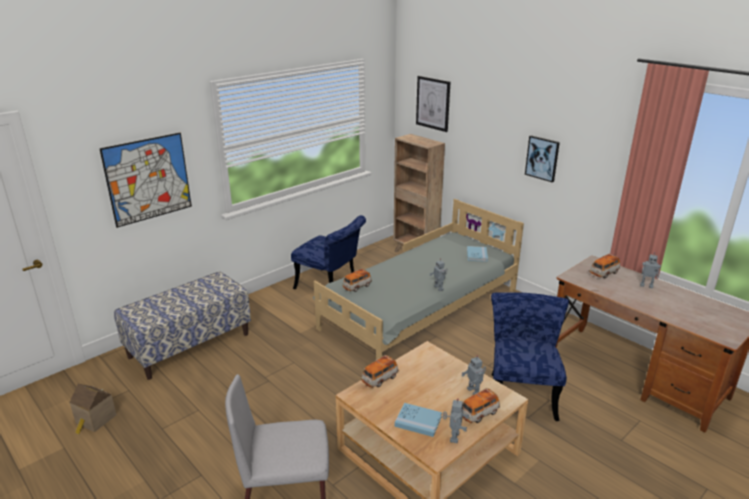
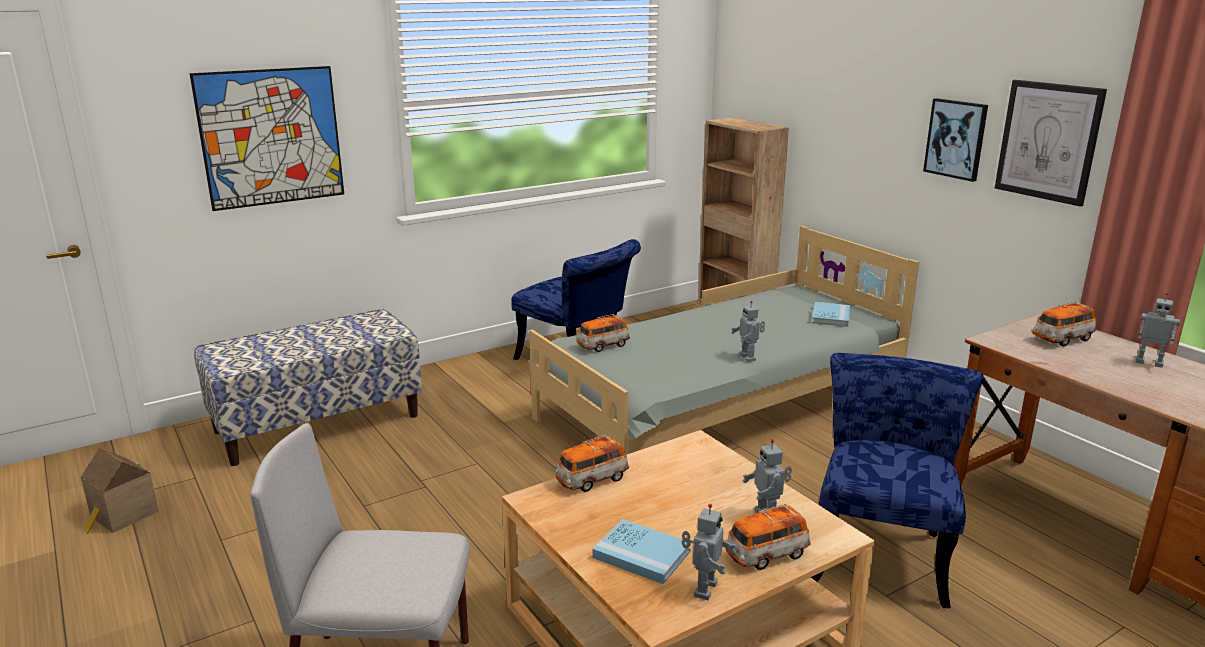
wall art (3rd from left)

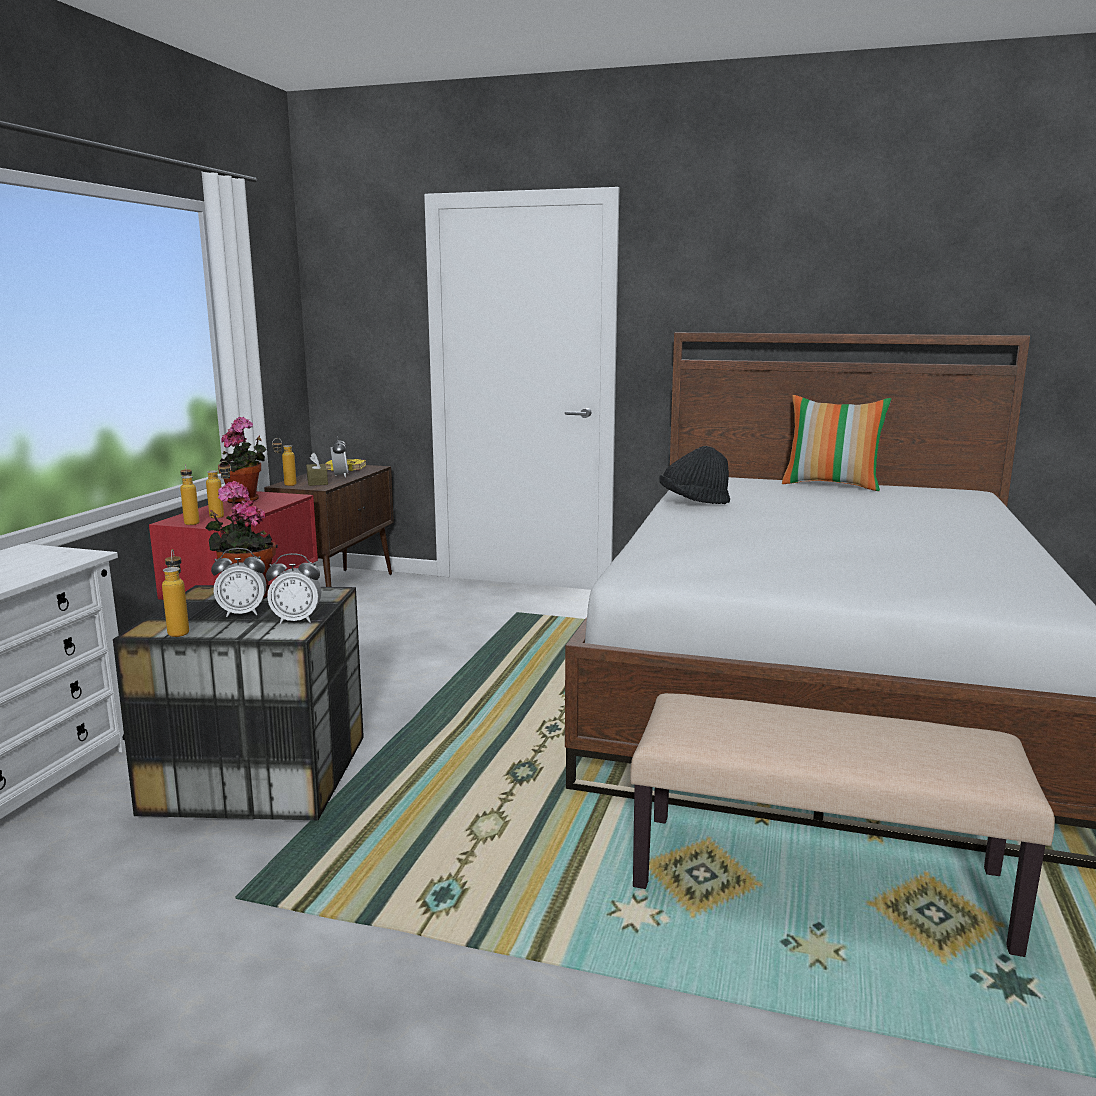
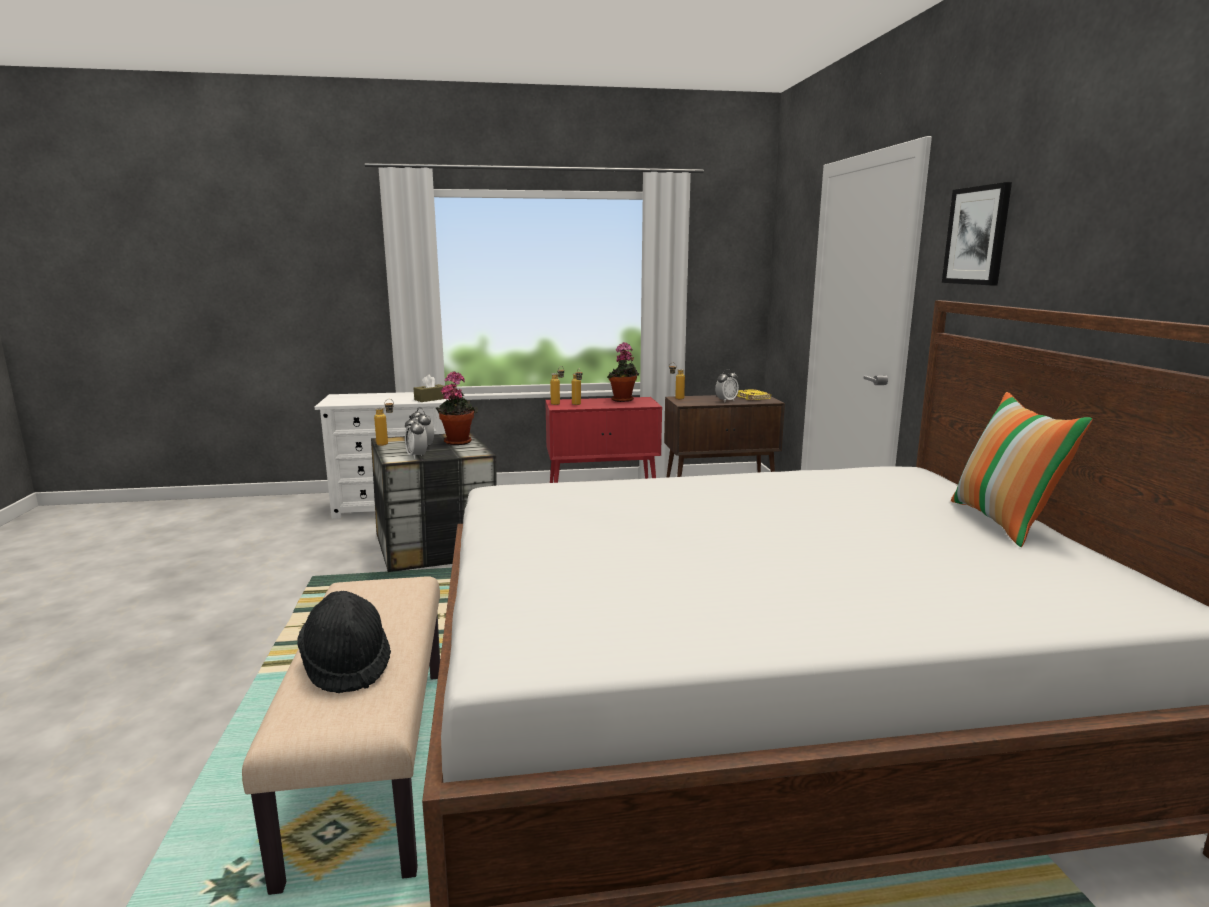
wearable hat (black-coloured); tissue holder (brown); wall art

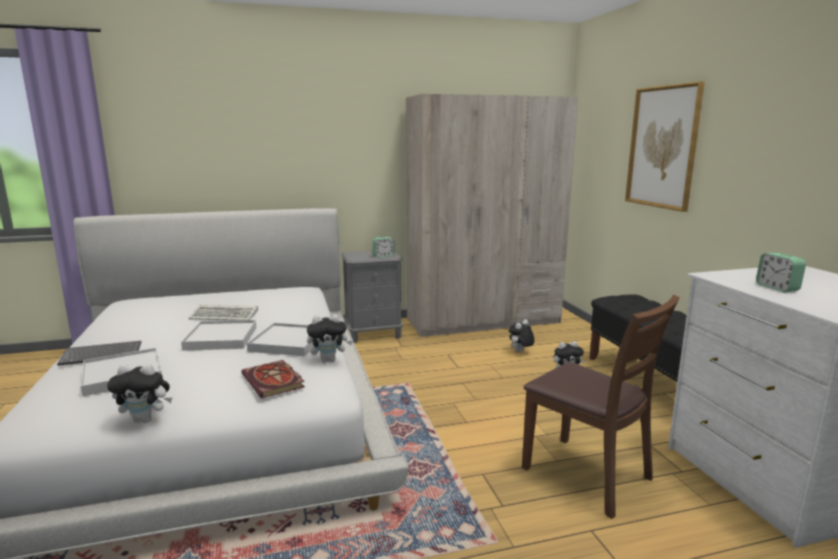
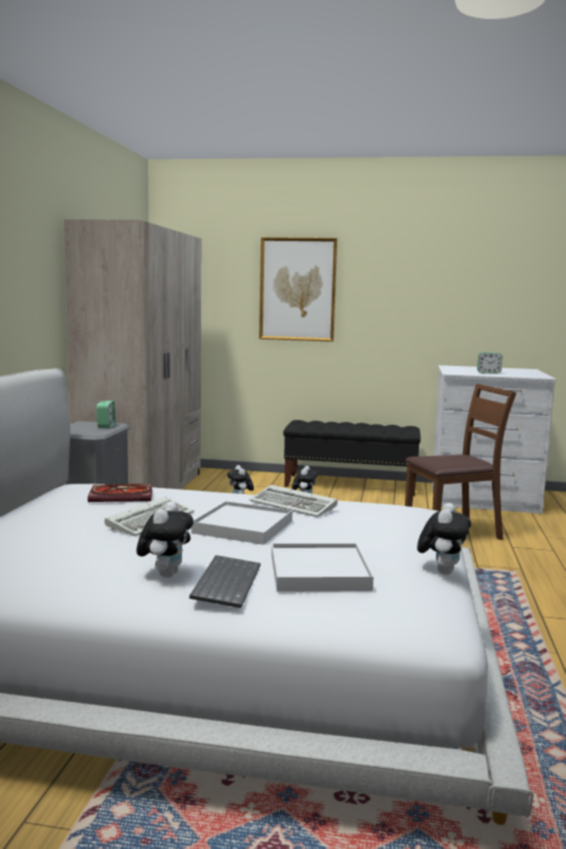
plush toy (1st from left); PC keyboard (3rd from left); bound book

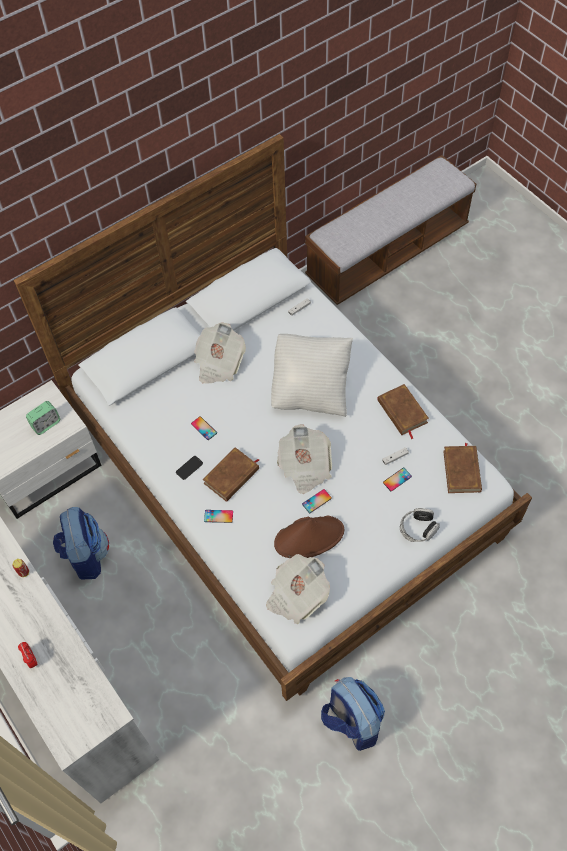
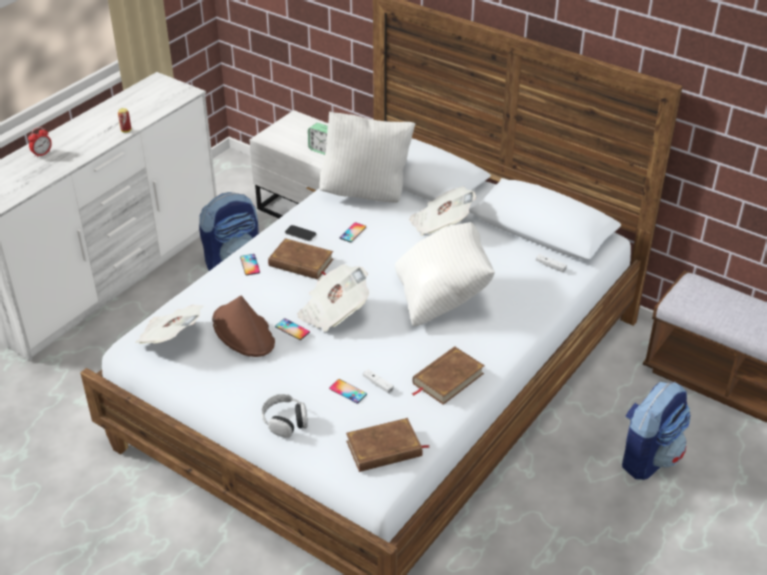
backpack (2nd from left); cushion (white-coloured) (1st from left)

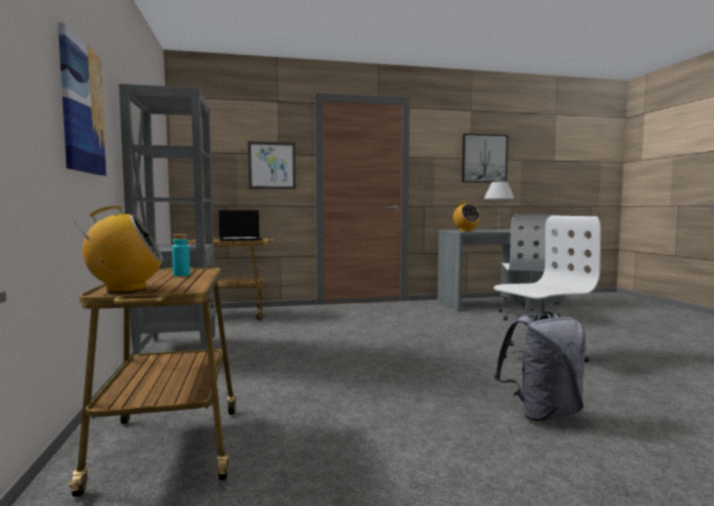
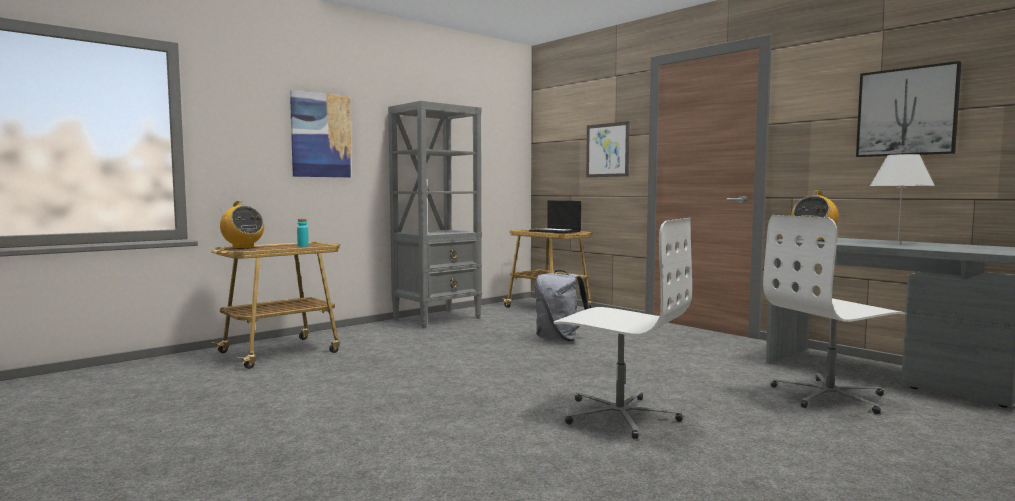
backpack (grey)

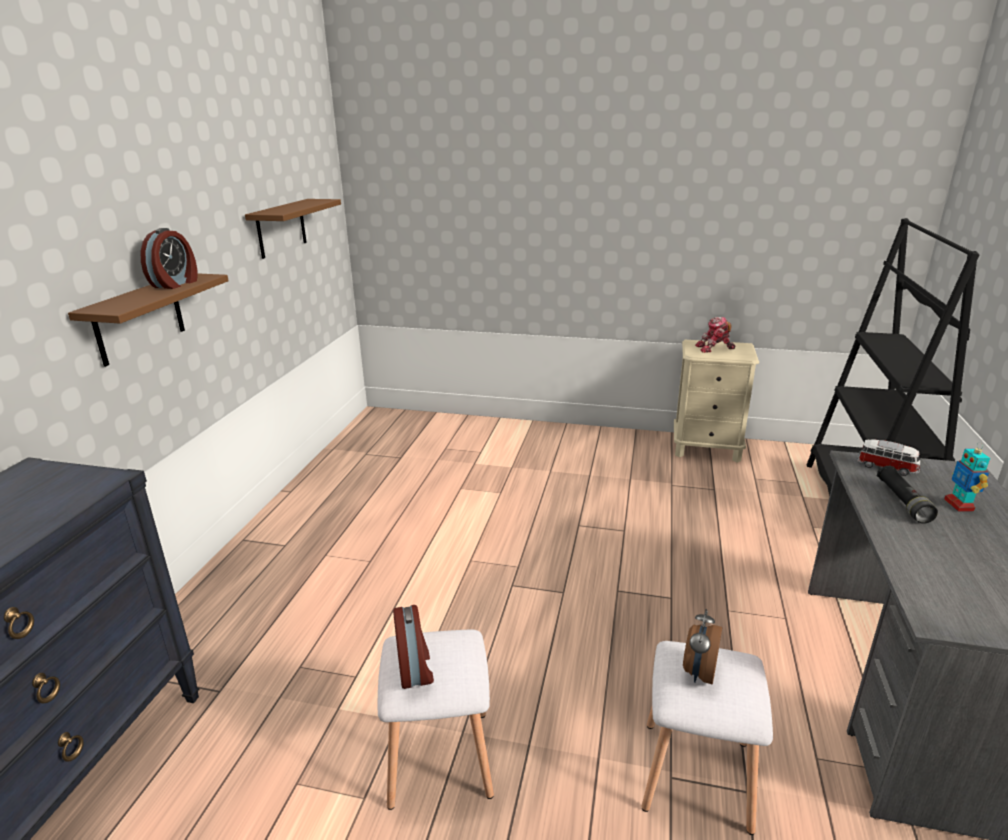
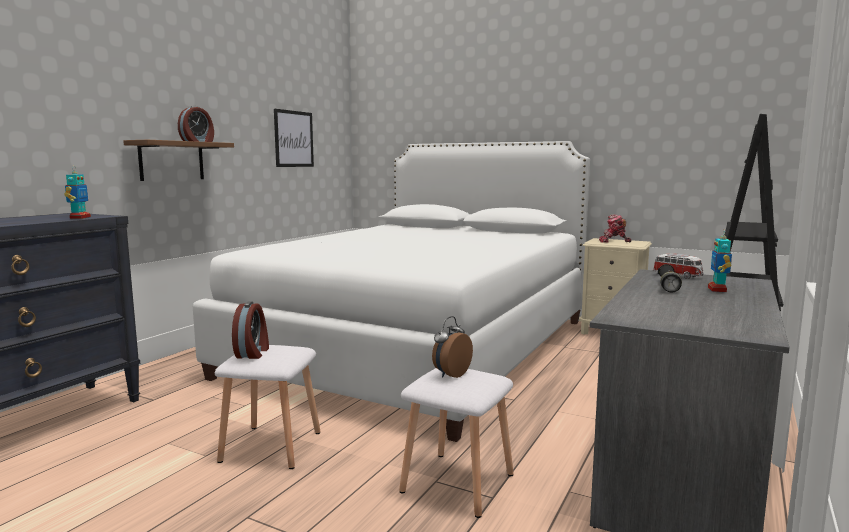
wall art; bed (white-coloured); model robot (1st from left)

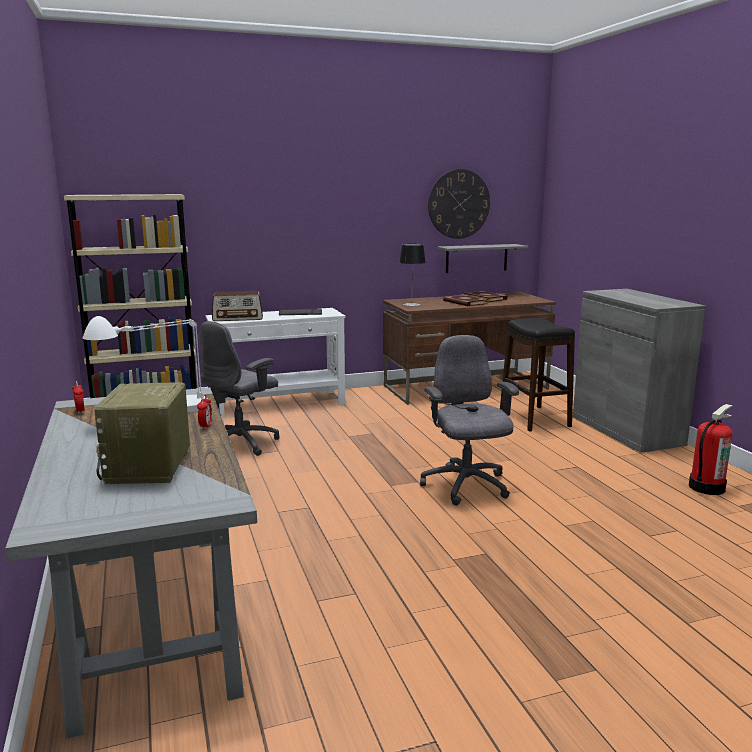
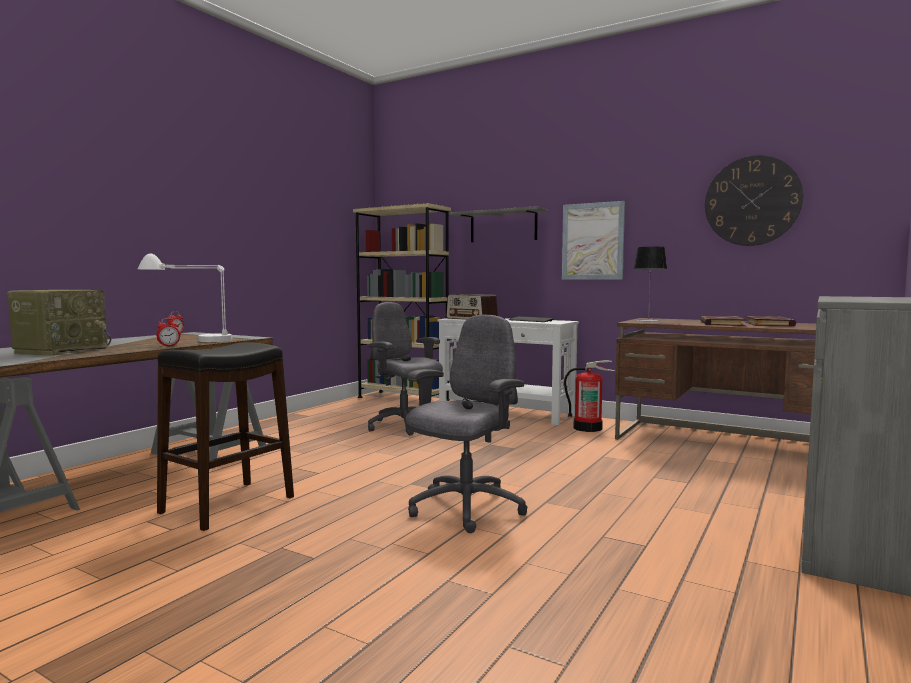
shelf (grey); sitting stool (black-coloured); computer chair (grey) (1st from left); radio set (1st from left); fire-fighting cylinder; wall art

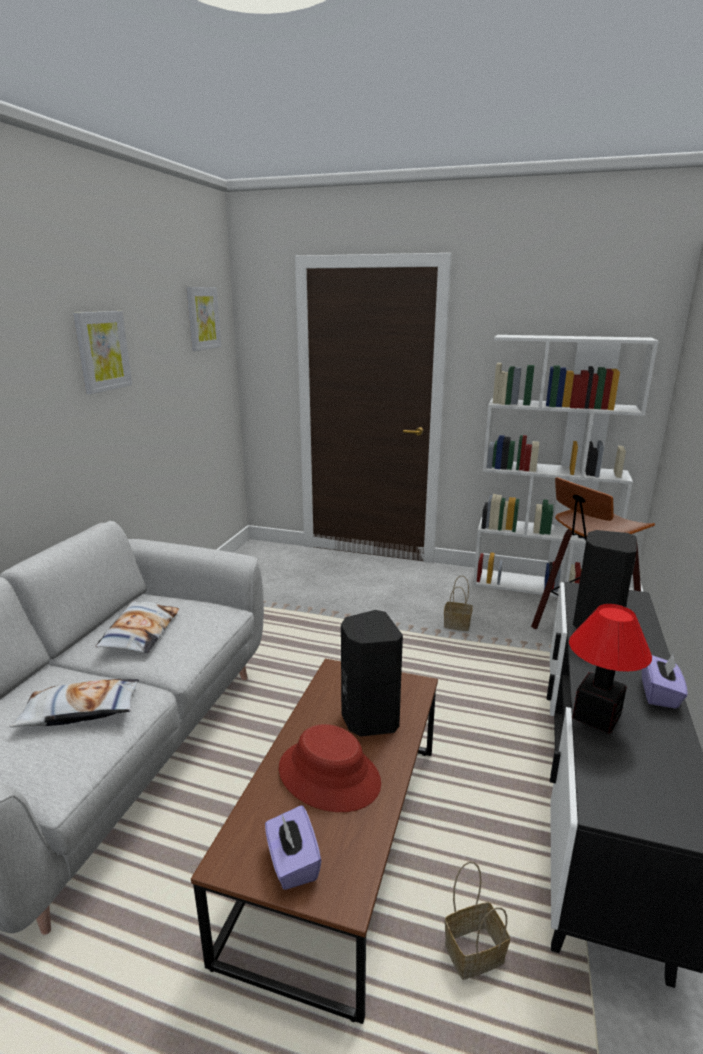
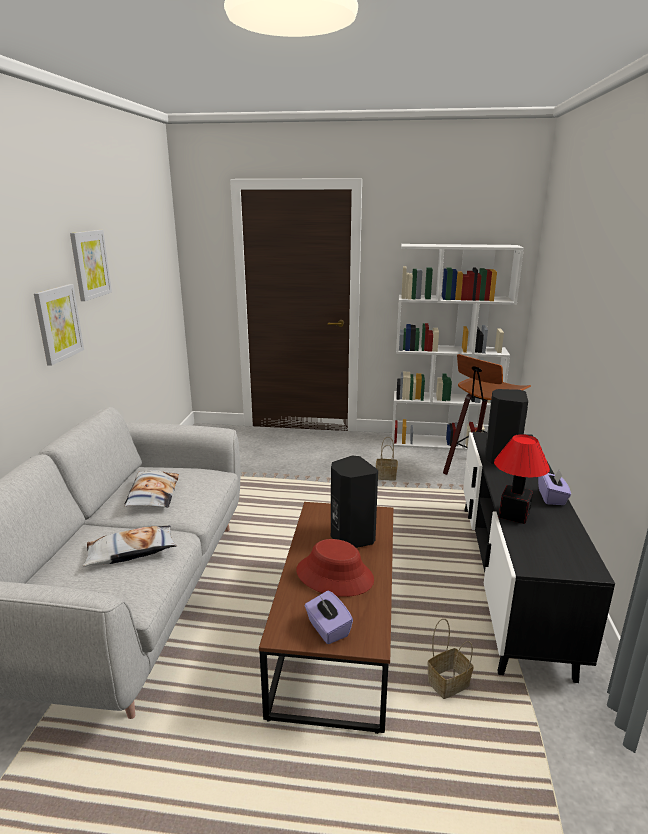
wall art (1st from left)

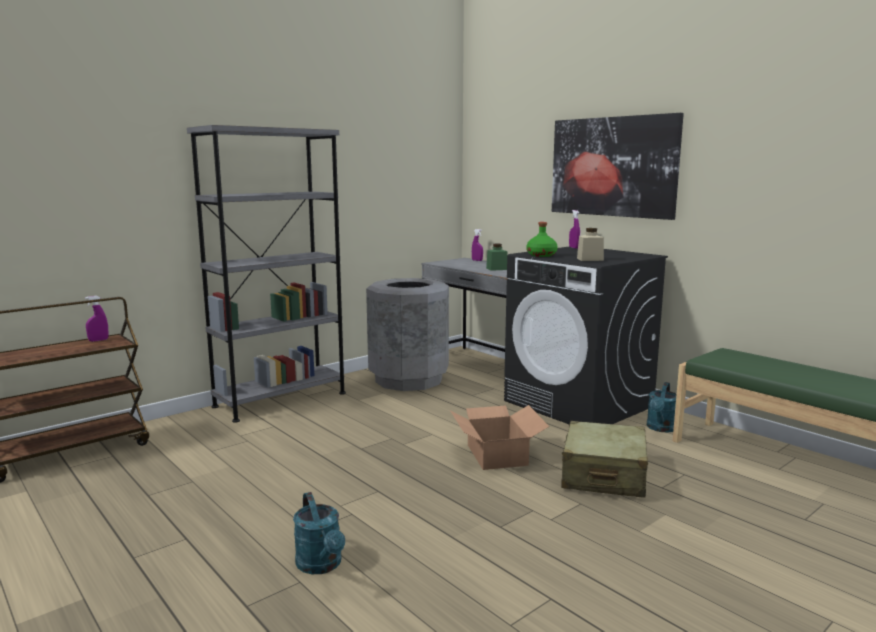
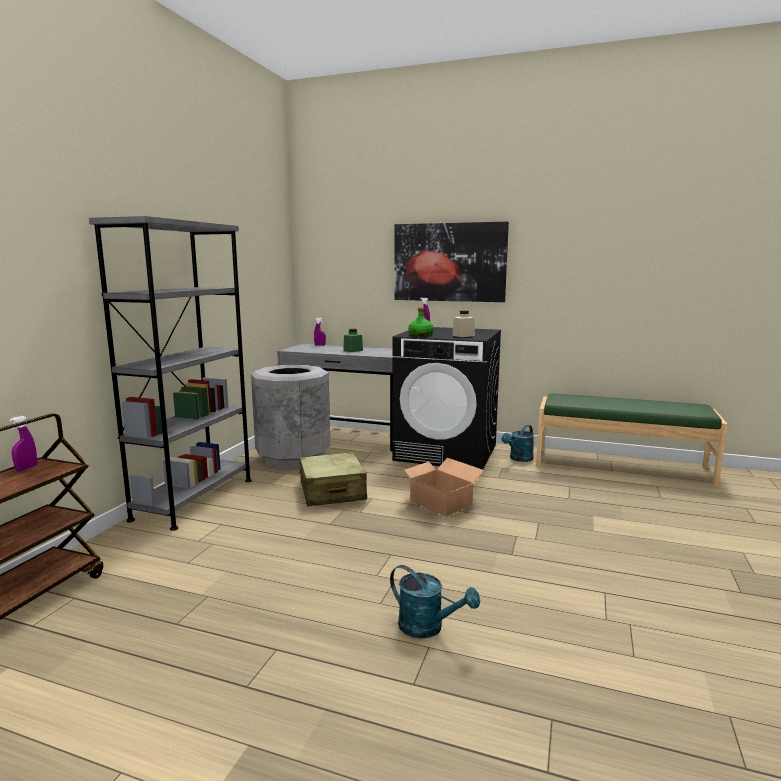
watering pot (blue-green) (2nd from left); travel case (beige-coloured)

